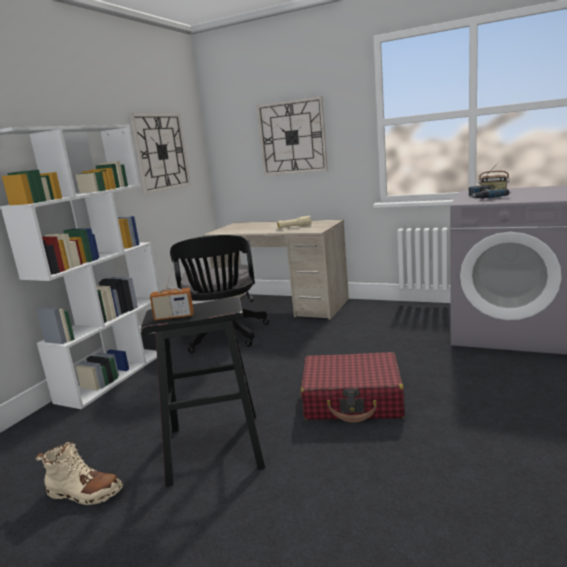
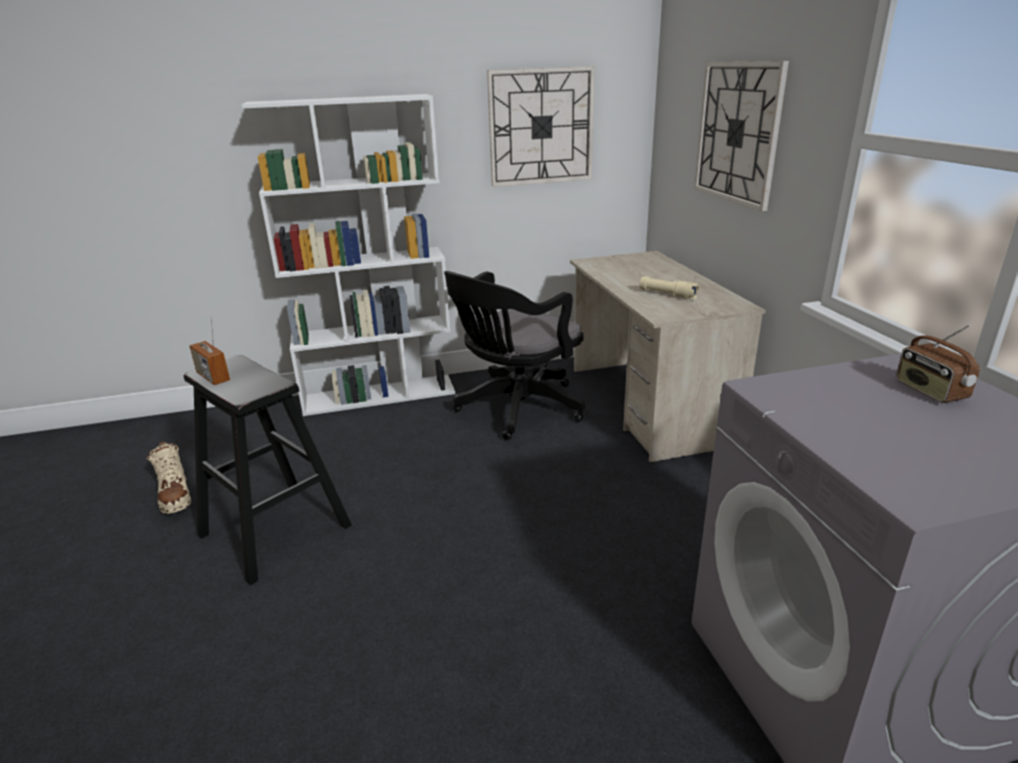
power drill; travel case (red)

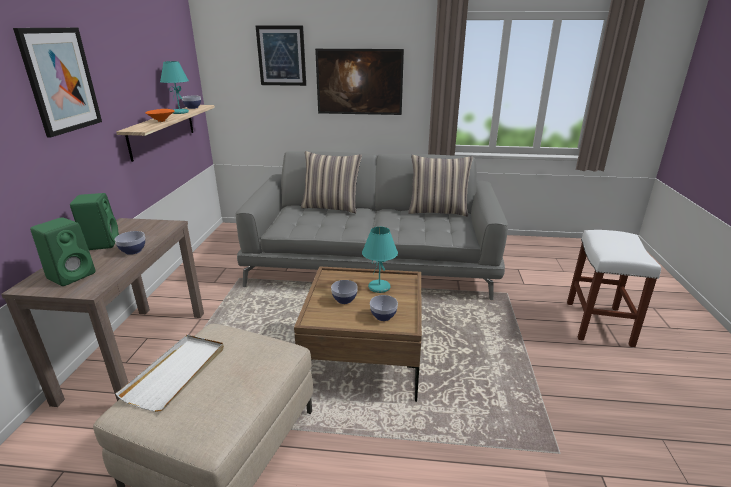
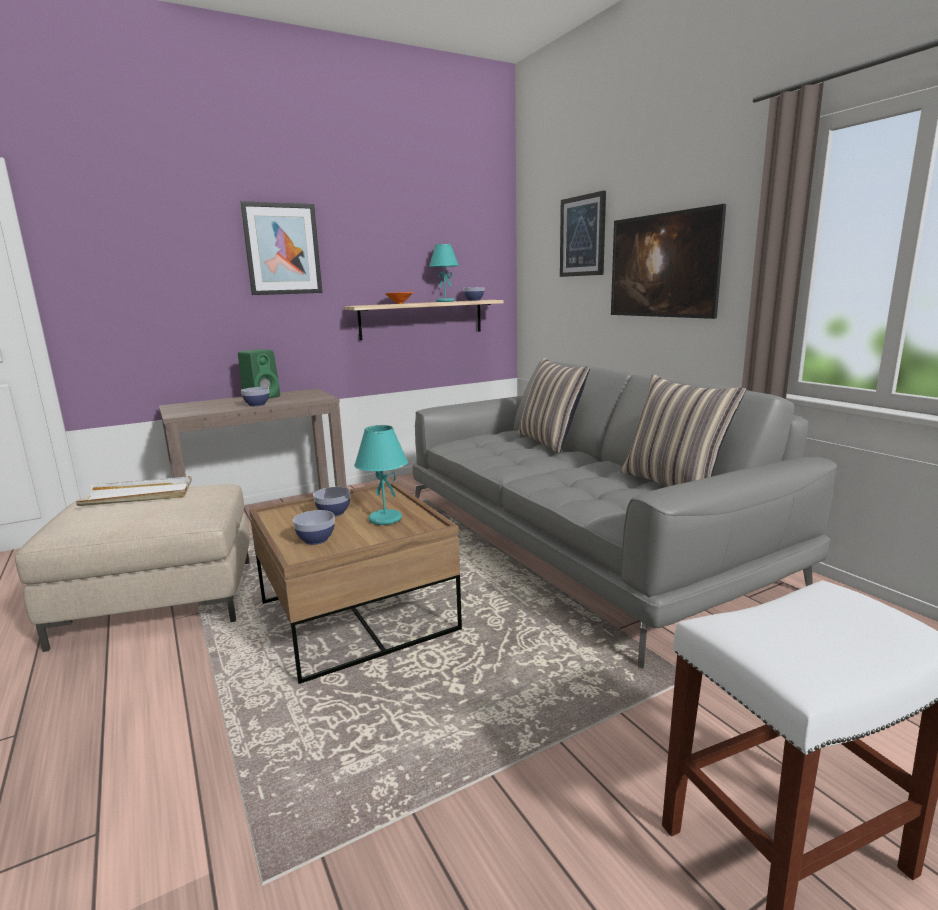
loudspeaker (green) (1st from left in the first image)

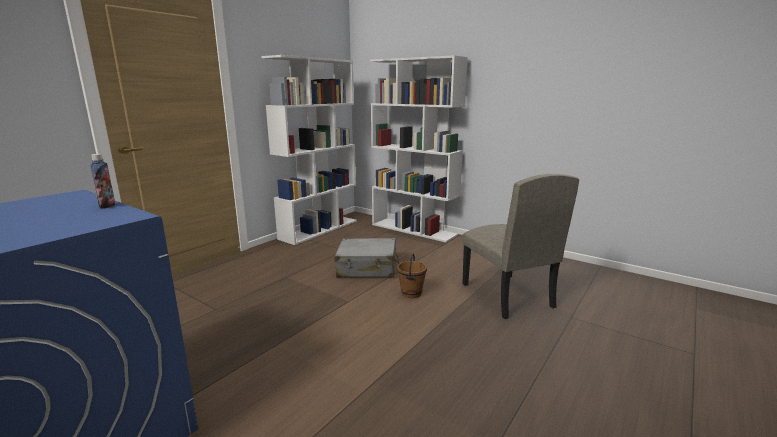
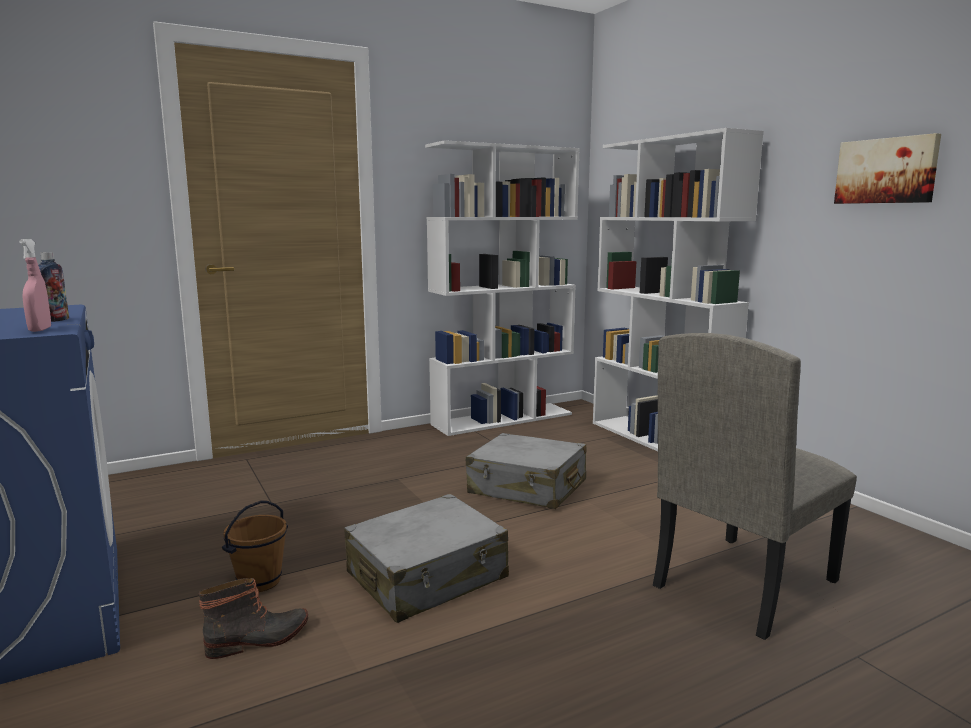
plain chair (beige-coloured); bucket (brown); wall art; spray bottle (pink); travel case (grey) (1st from left); tall boot

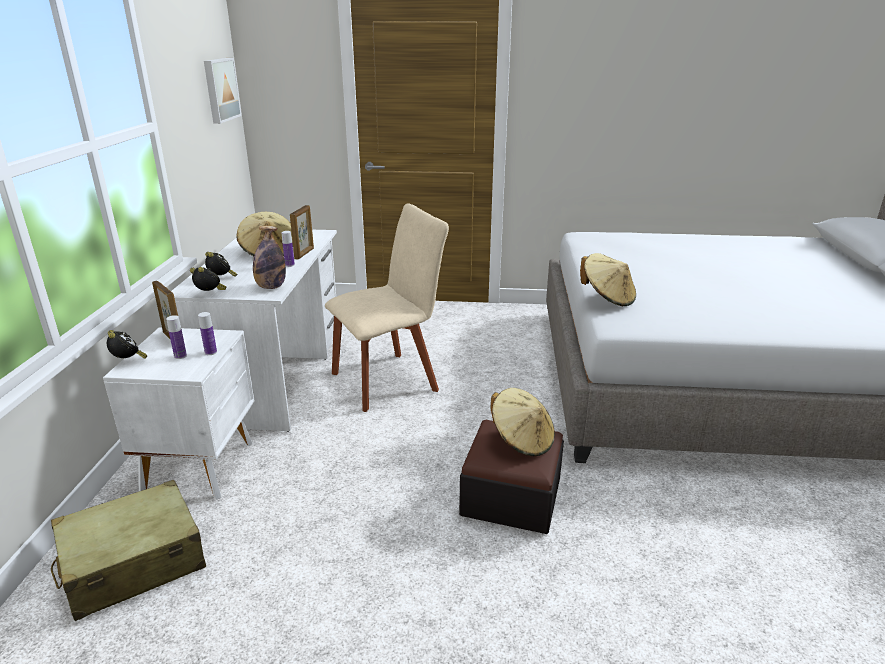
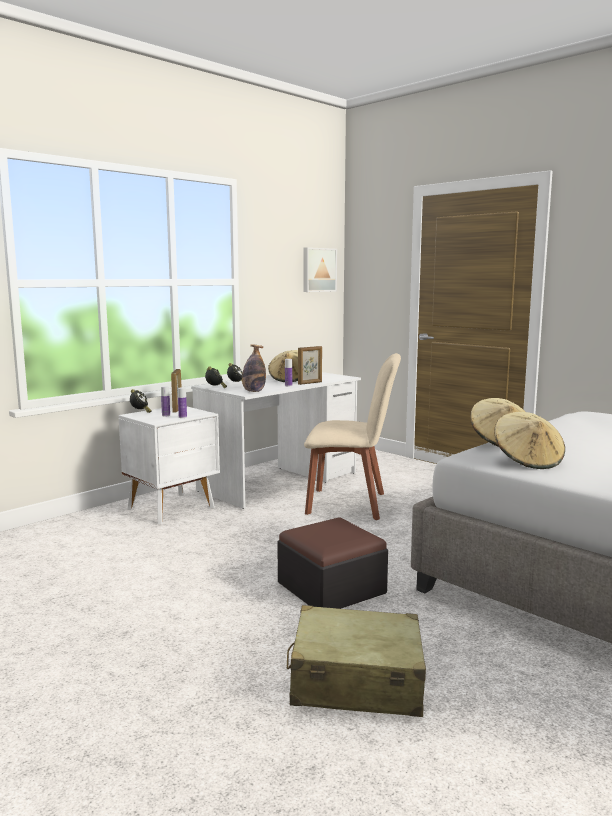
wearable hat (beige-coloured) (3rd from left); travel case (beige-coloured)

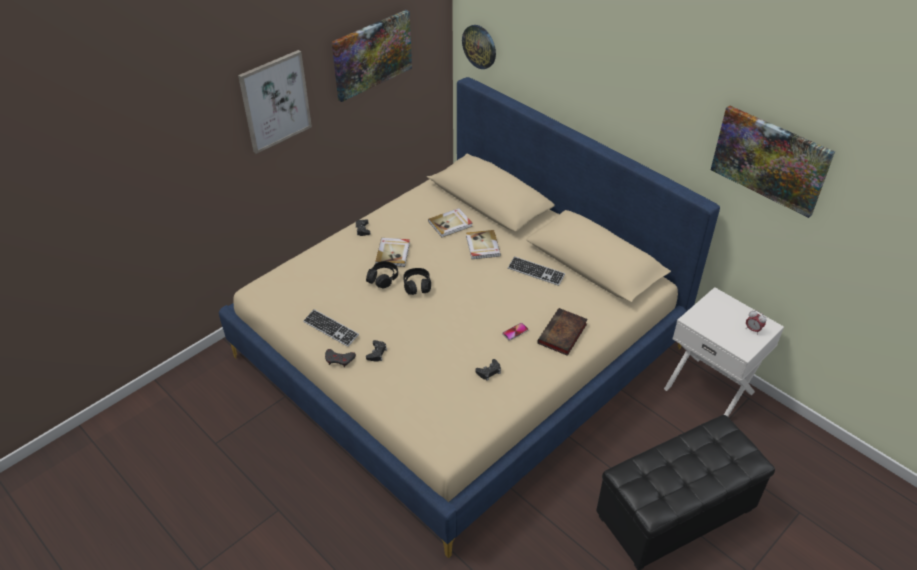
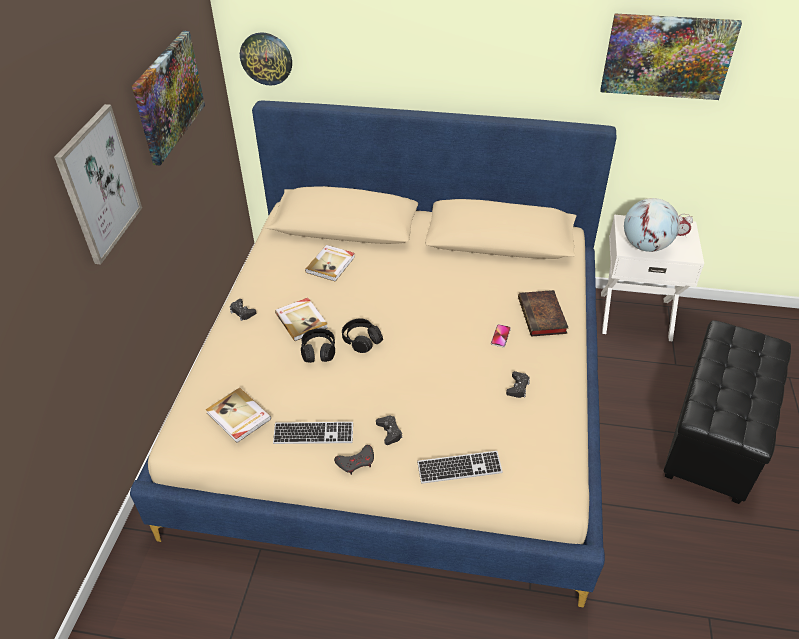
bound book (1st from left); PC keyboard (2nd from left); desk globe

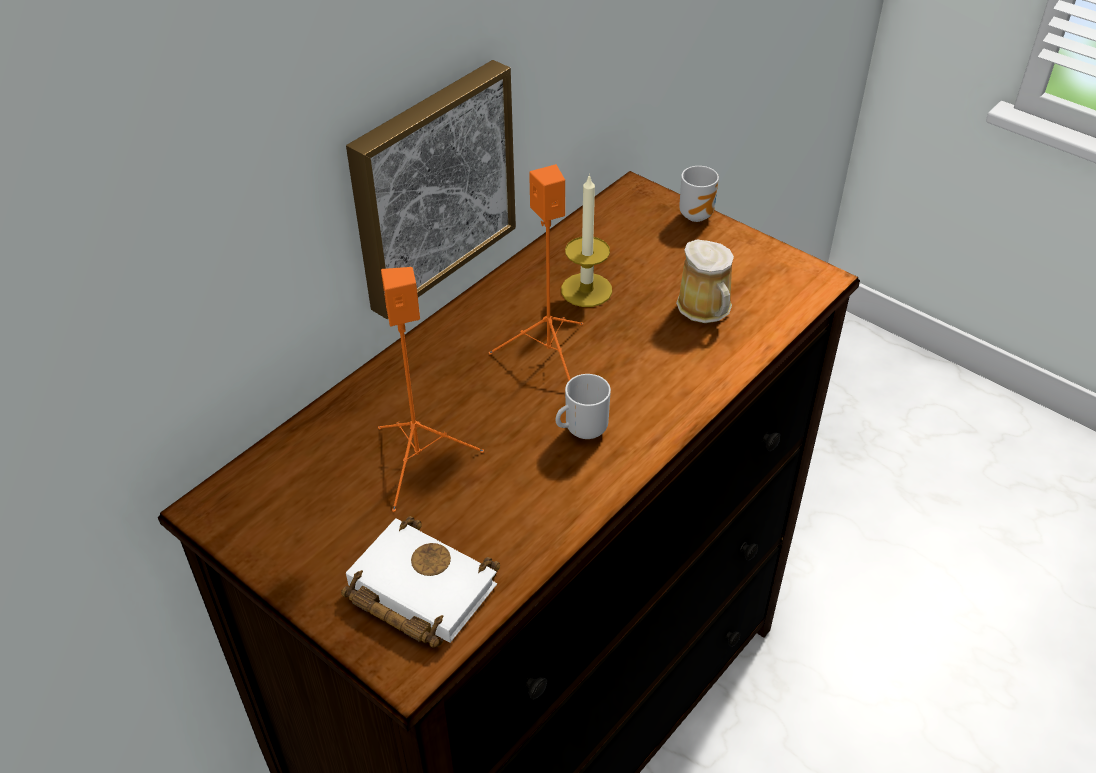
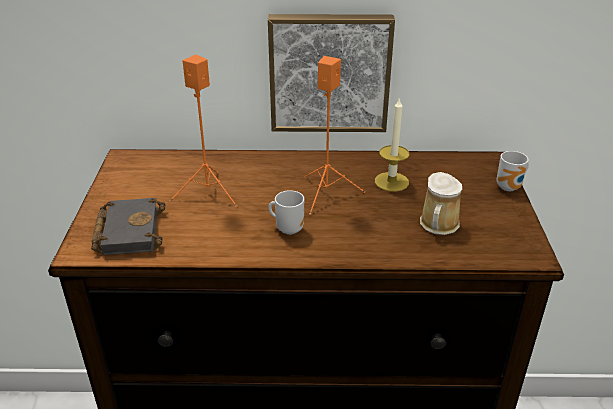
bound book (black-coloured)

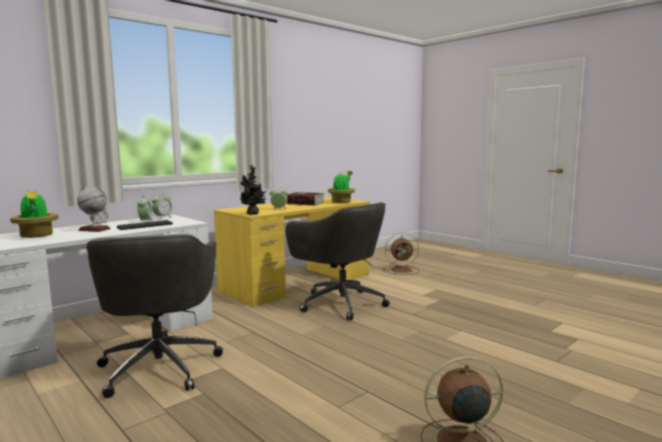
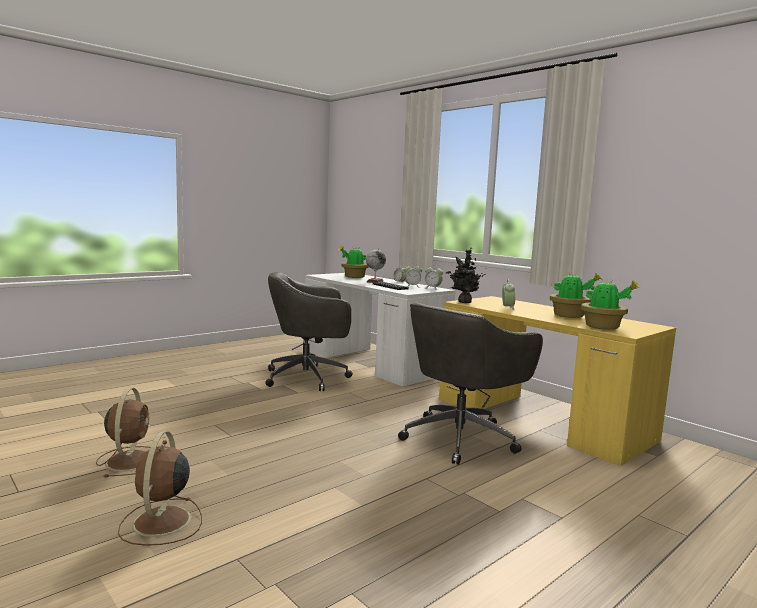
plant in a pot (3rd from left); electric fan (brown) (2nd from left)

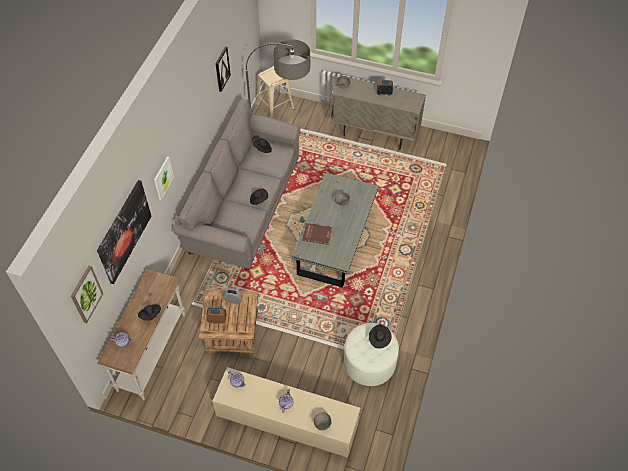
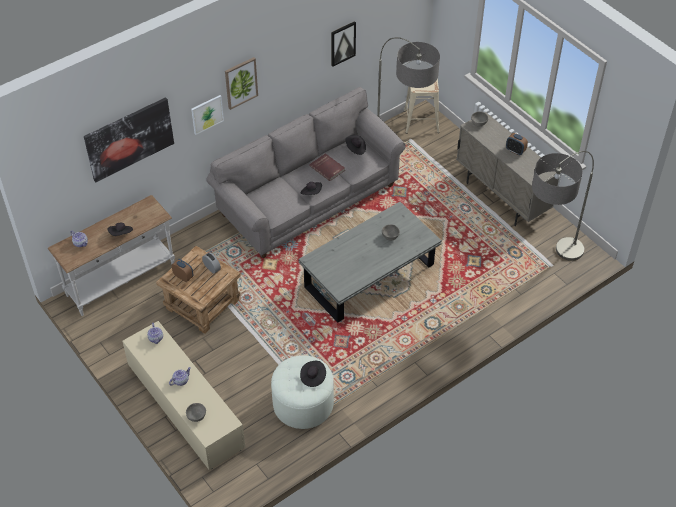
bound book (red); wall art (3rd from left); standing lamp (2nd from left)

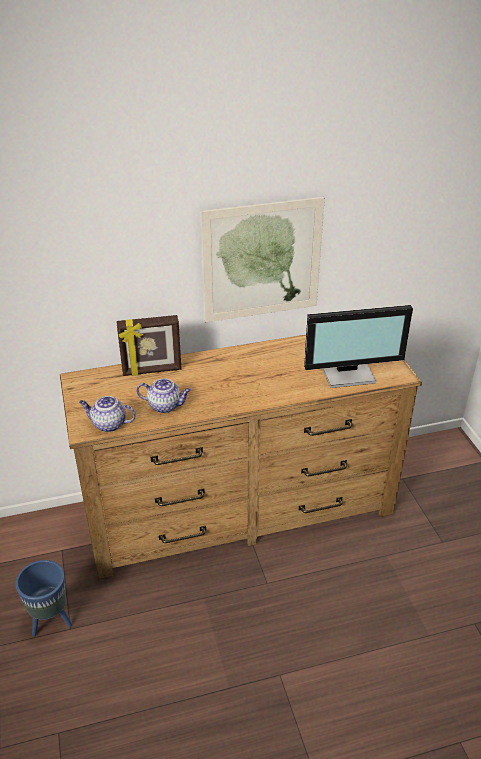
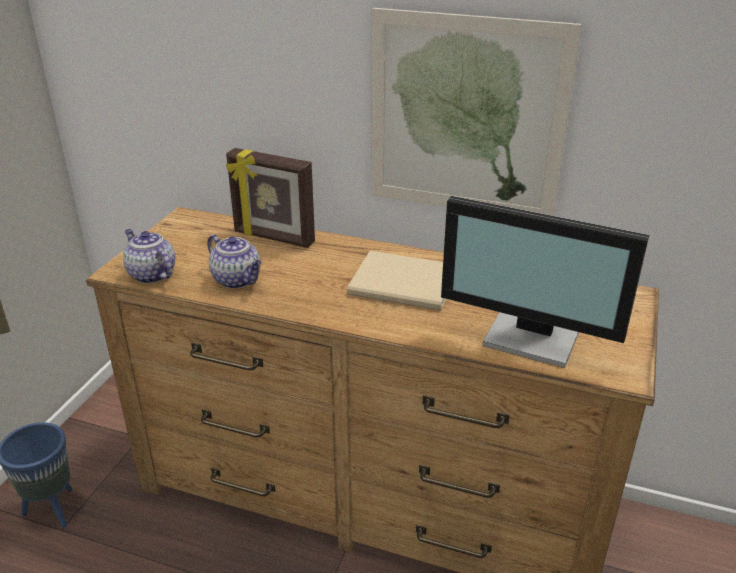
bound book (beige-coloured)

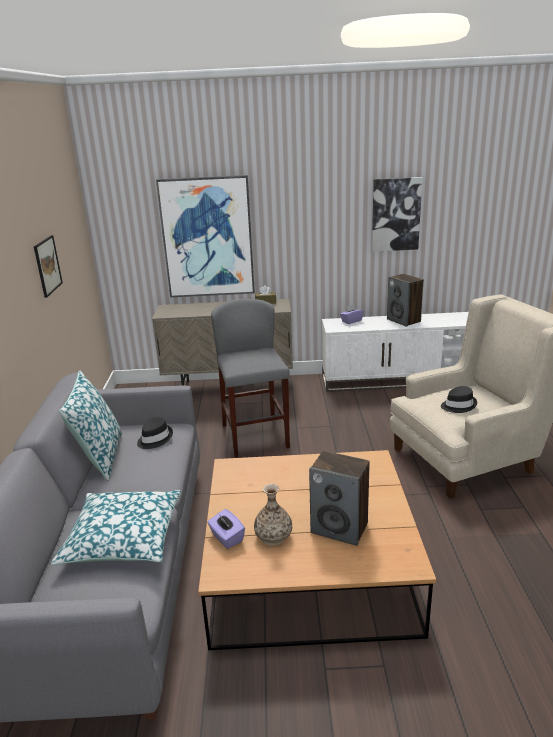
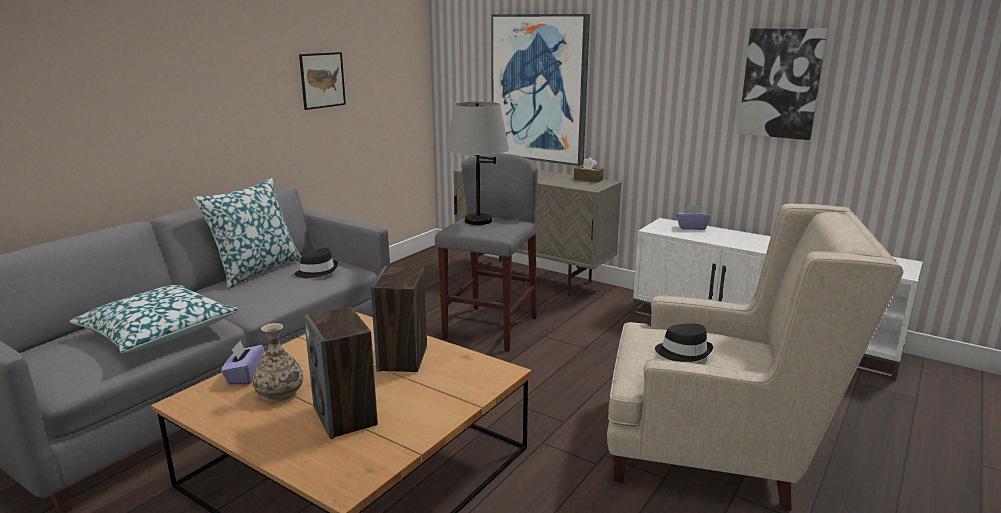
loudspeaker (2nd from left); table lamp (grey)

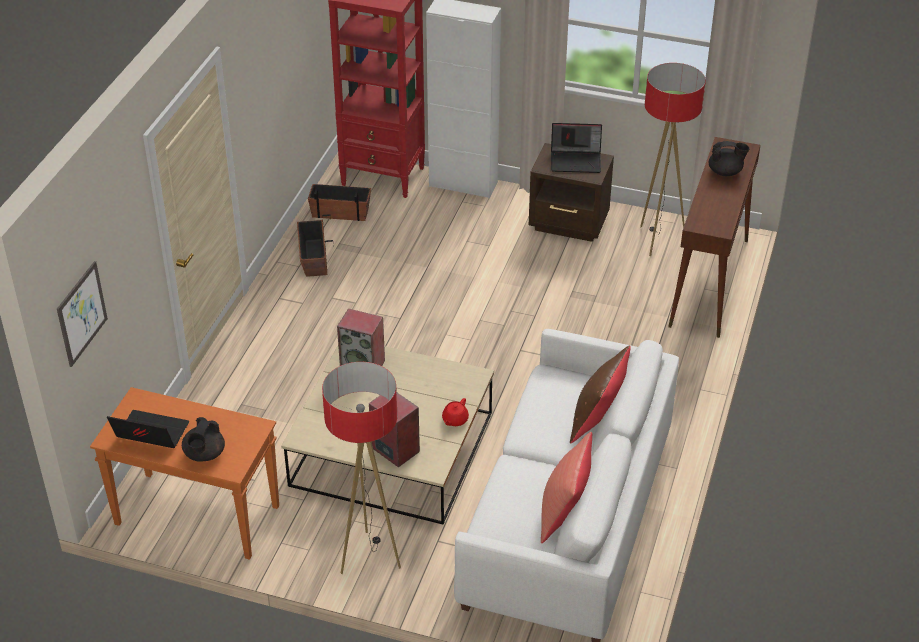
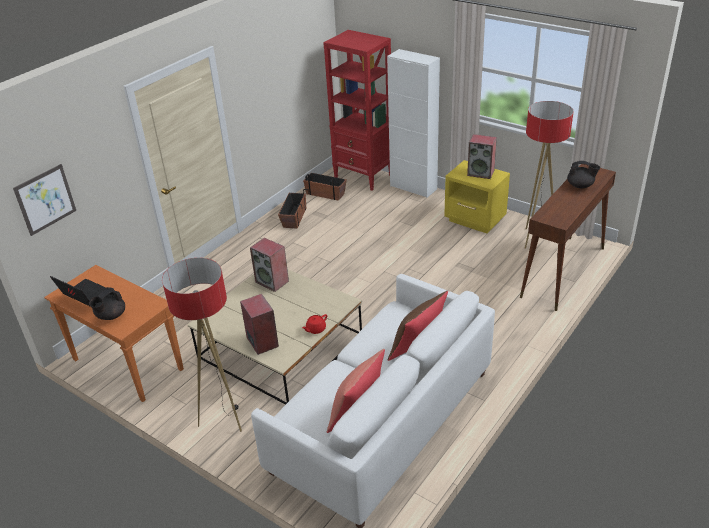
loudspeaker (3rd from left); night table (yellow)

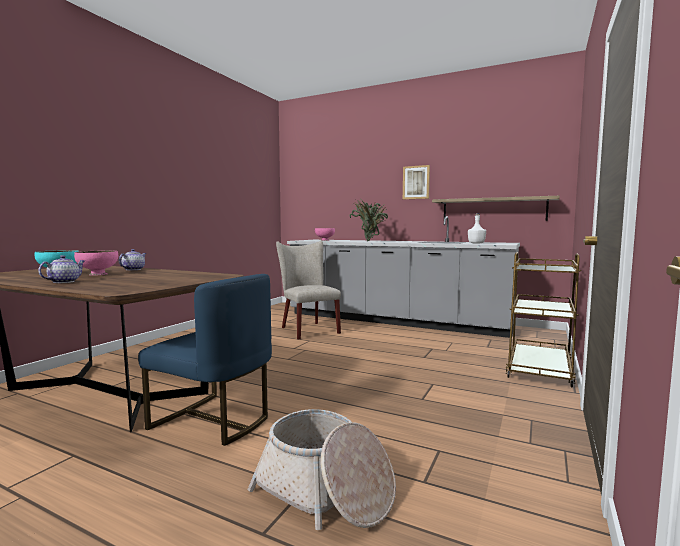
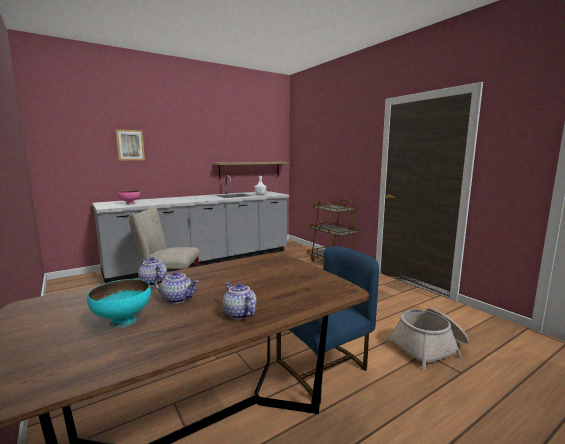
wall art; plant in a pot; teapot (2nd from left)

